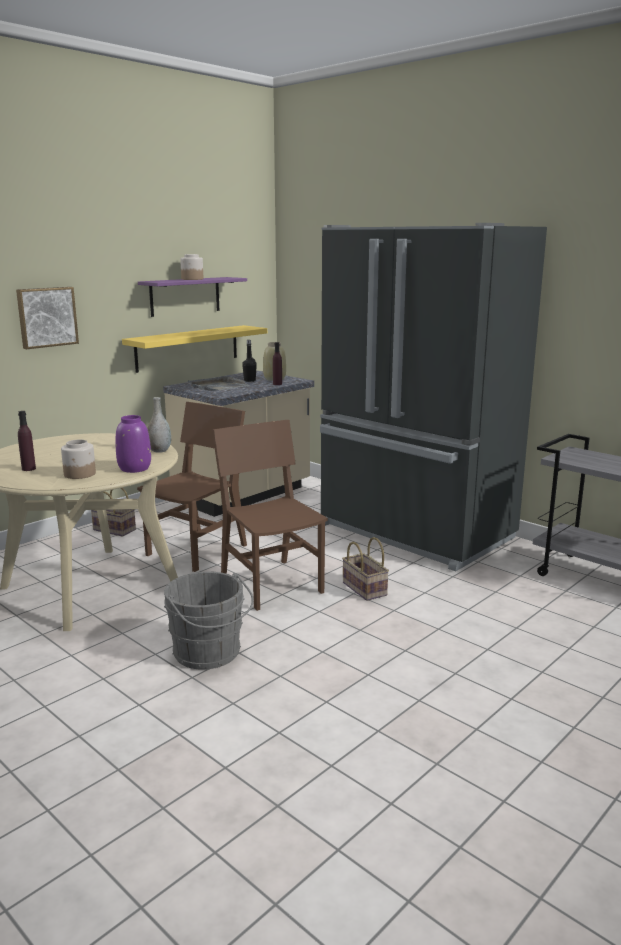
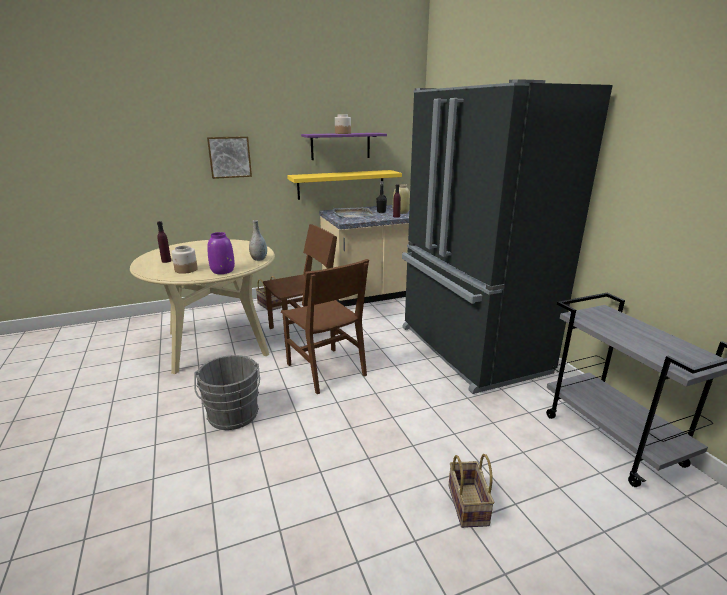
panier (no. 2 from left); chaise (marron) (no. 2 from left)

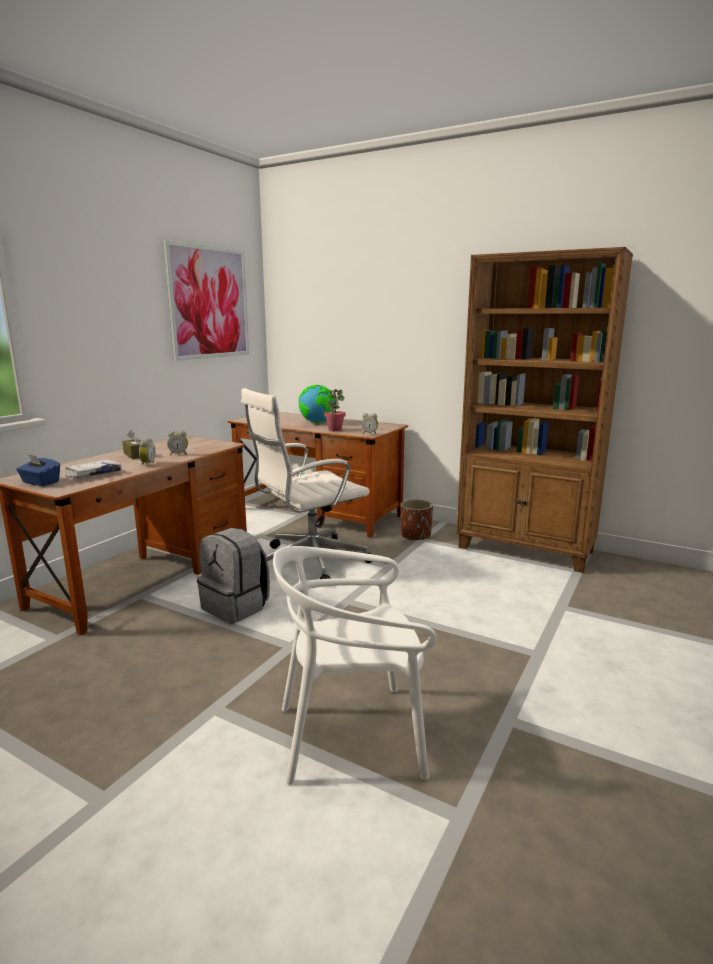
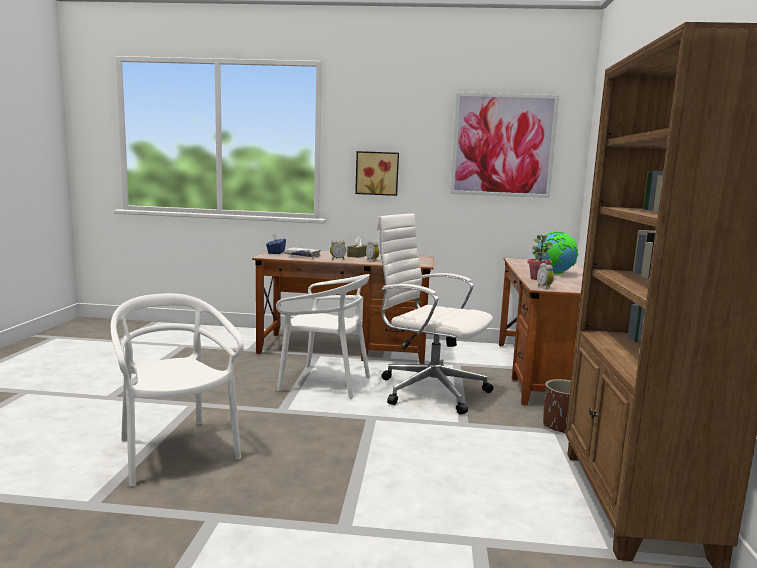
tableau (no. 1 from left); chaise (blanc) (no. 2 from left)

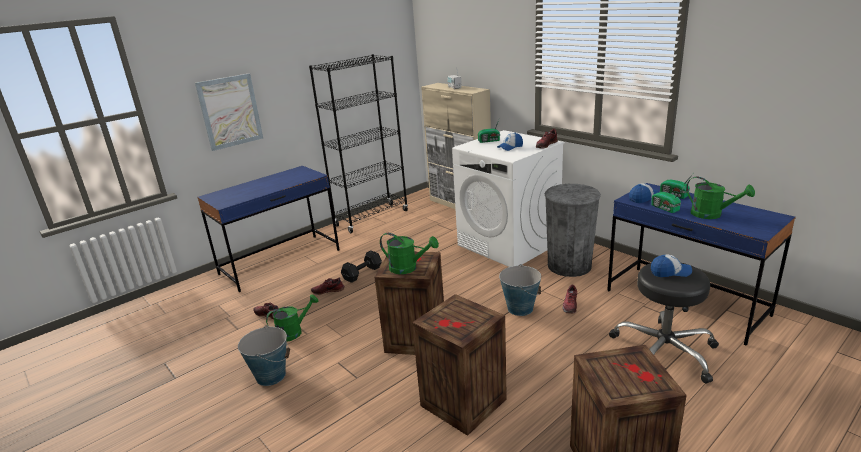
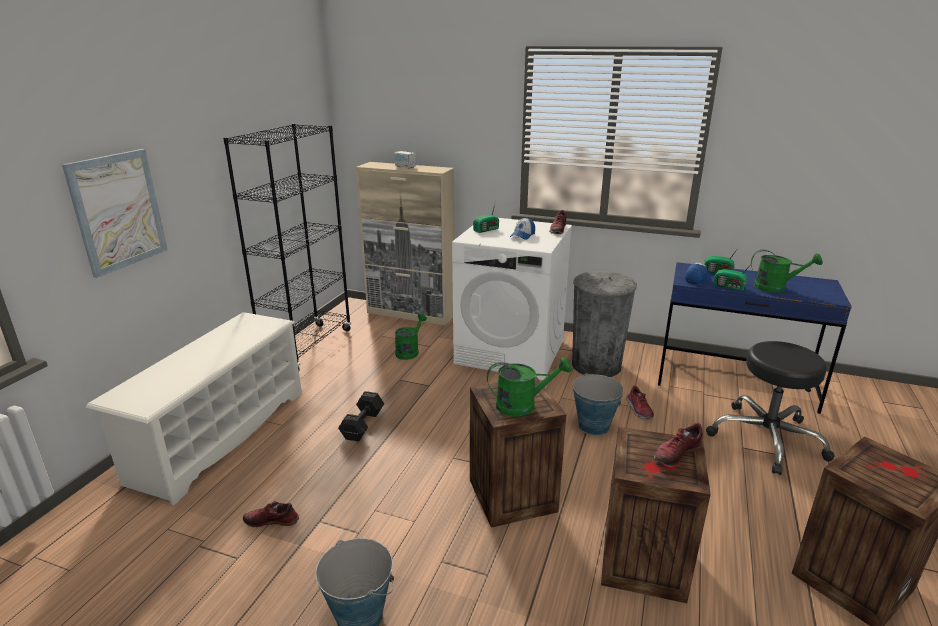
casquette (no. 3 from left in the first image); arrosoir (vert) (no. 1 from left); chaussure (no. 4 from left); étagère à chaussures (blanc)

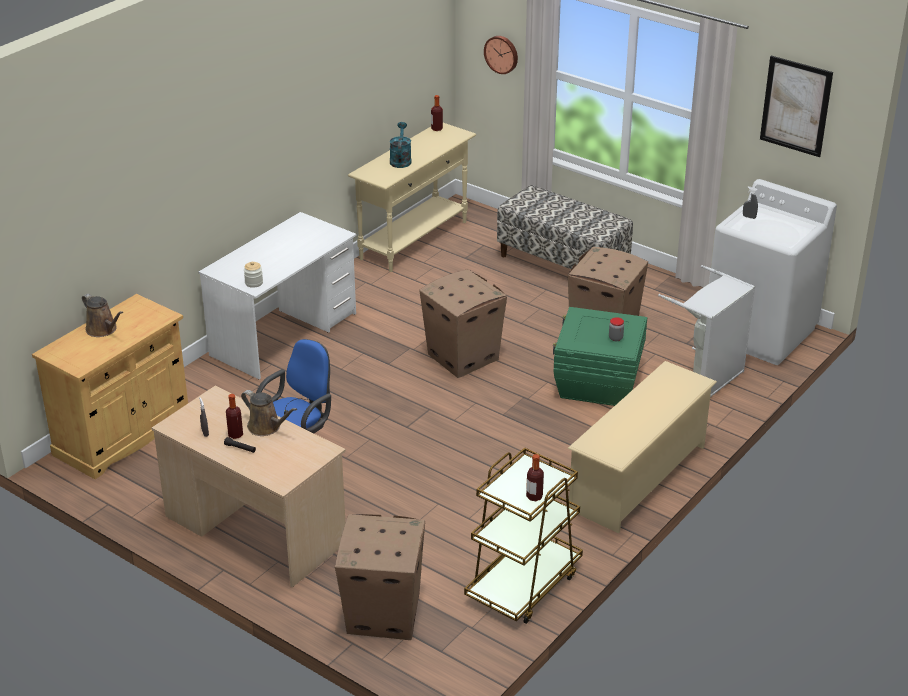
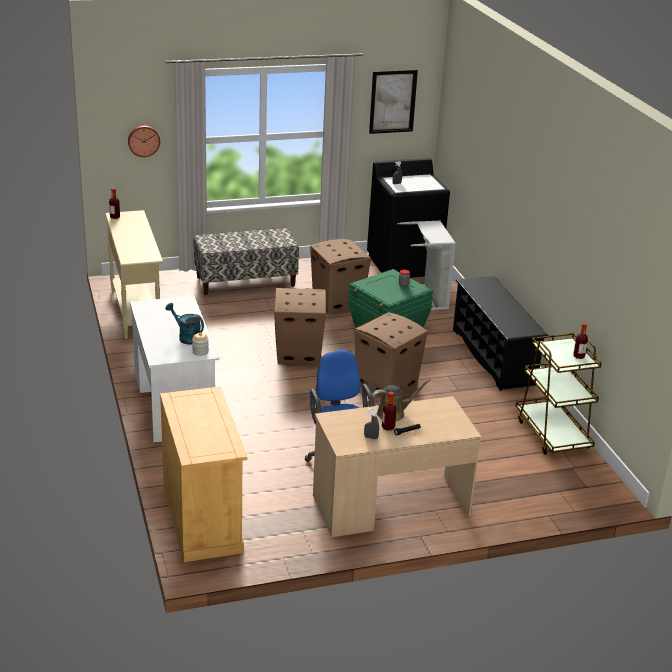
arrosoir (marron) (no. 1 from left in the first image); carton (no. 3 from left); arrosoir (turquoise); étagère à chaussures (noir); lave-linge (noir)

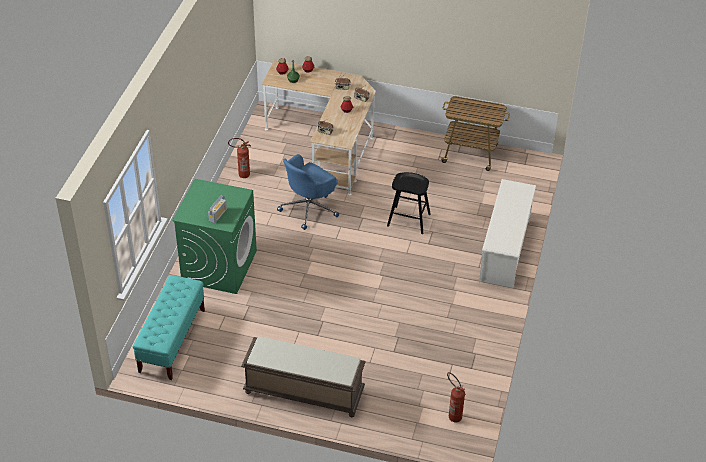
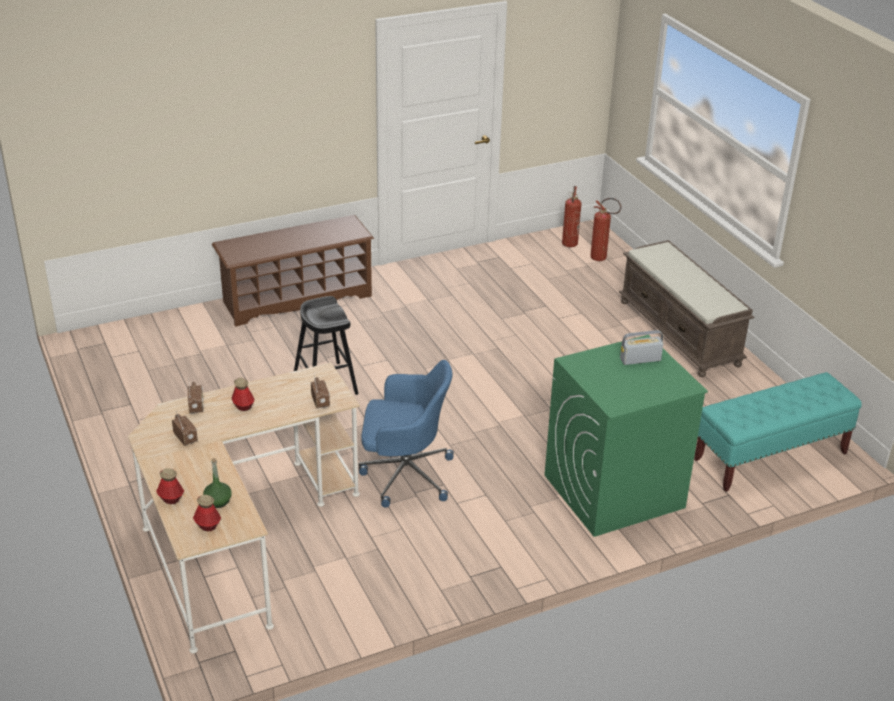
chariot; extincteur (no. 2 from left); étagère à chaussures (marron)

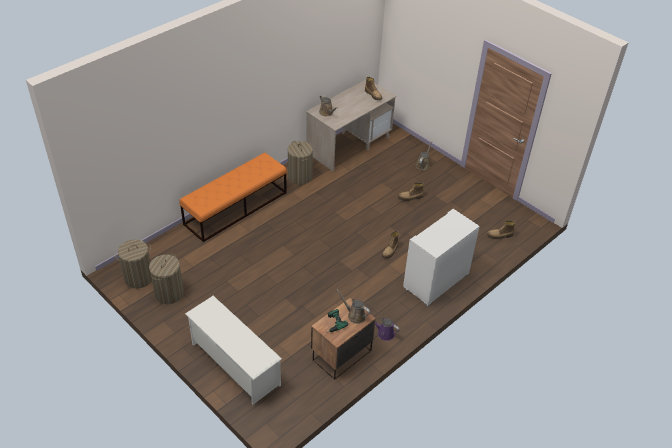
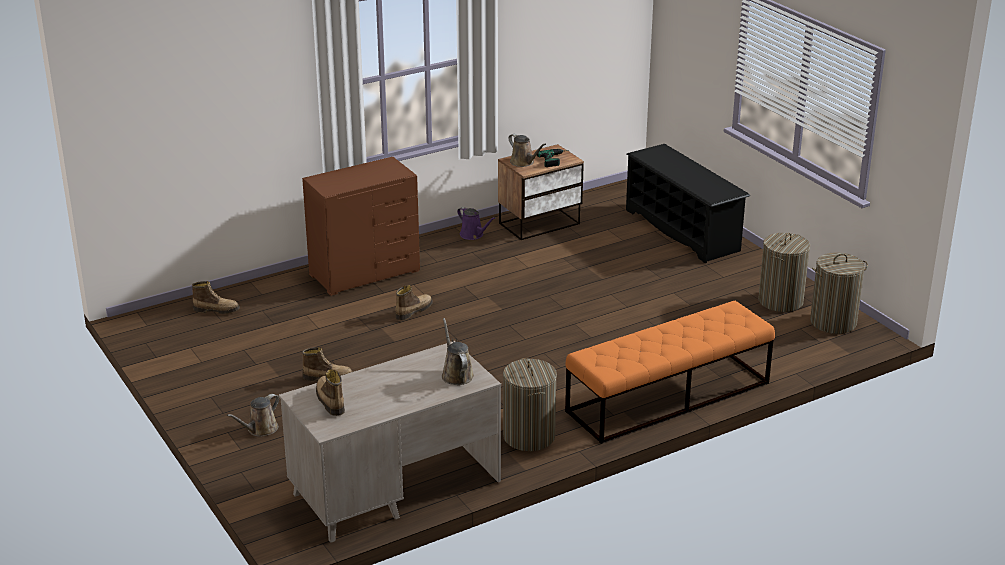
étagère à chaussures (noir); commode (marron)

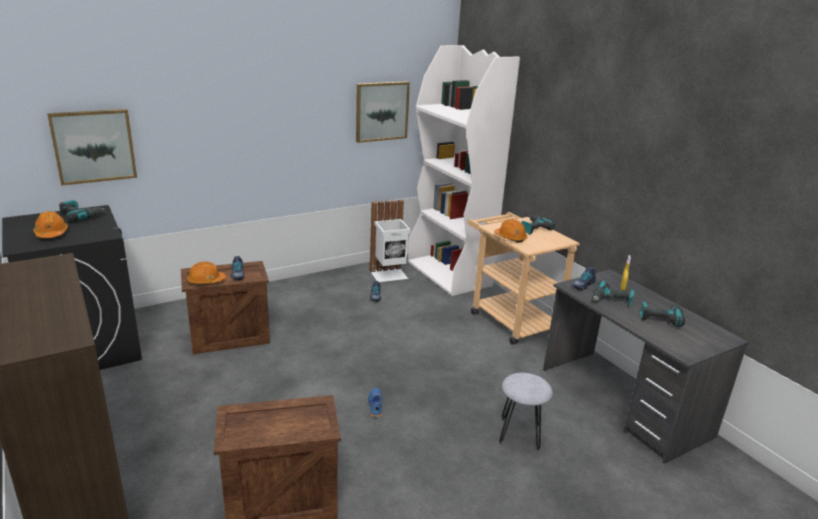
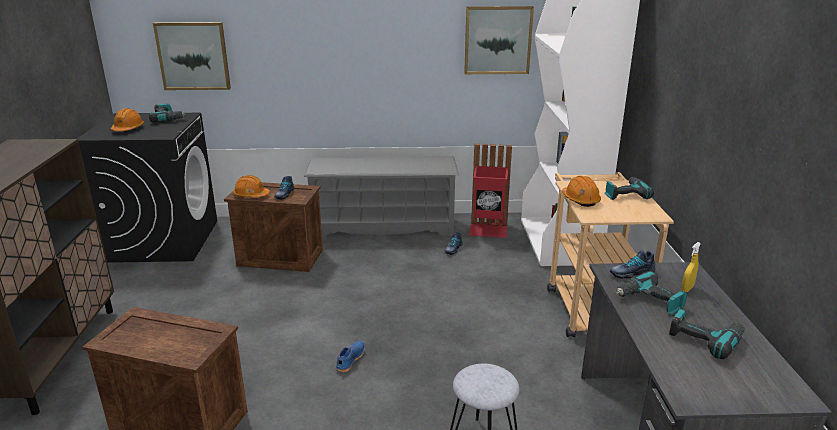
étagère à chaussures (gris); poubelle (rouge)

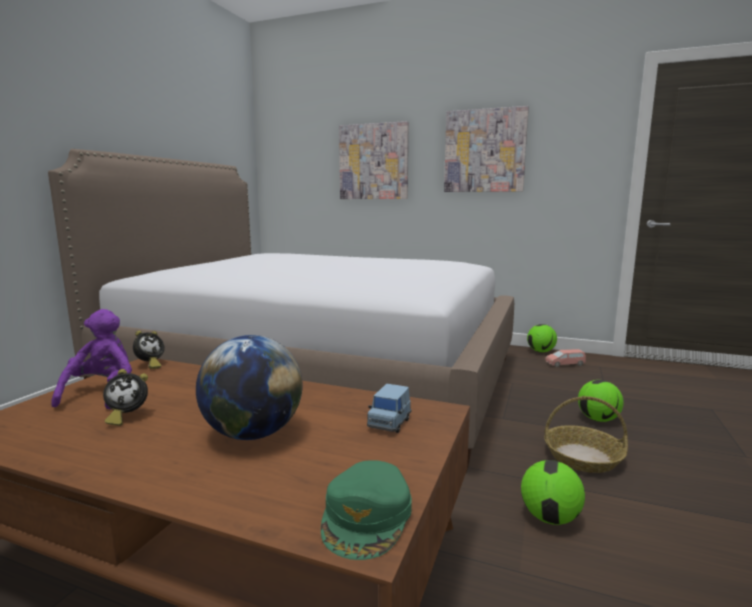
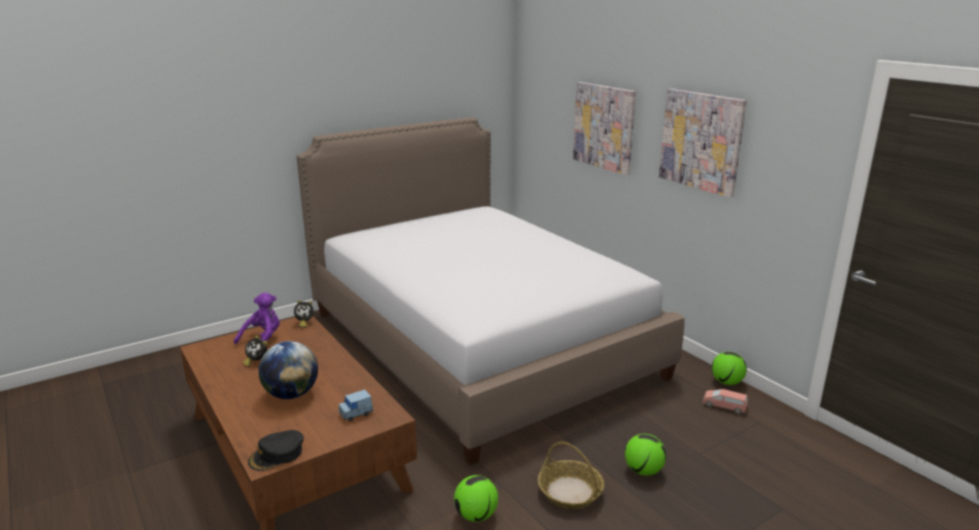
casquette (noir)

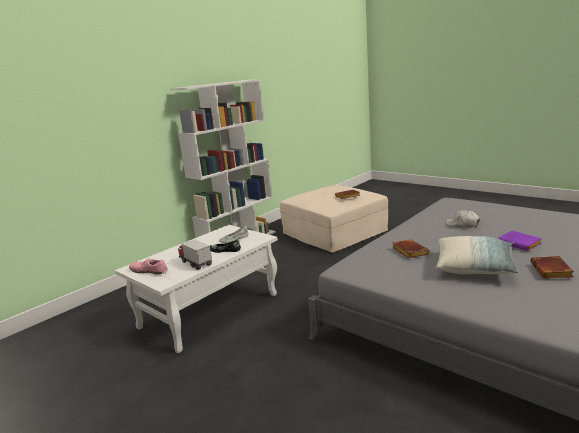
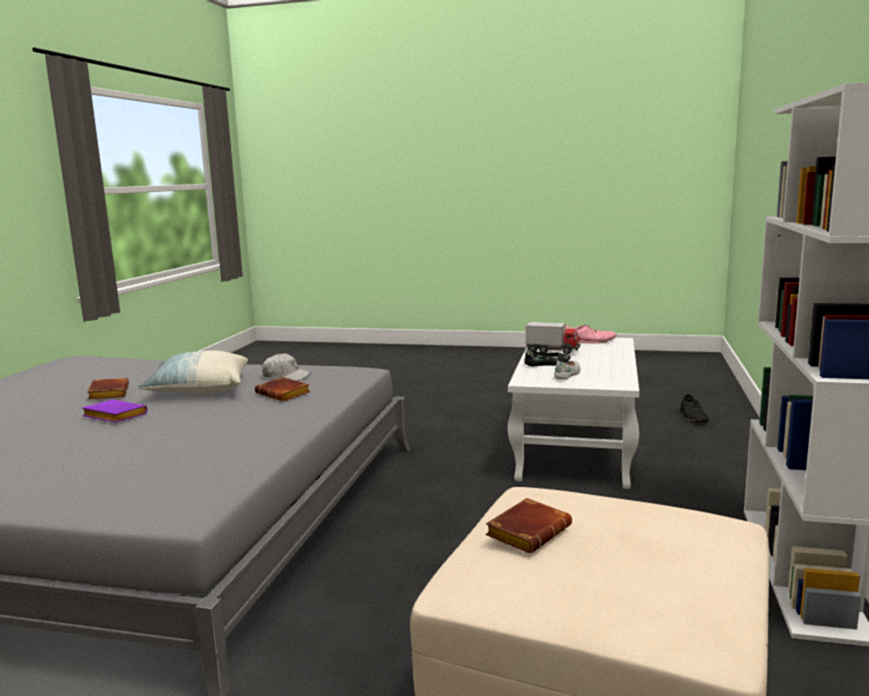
chaussure (noir) (no. 2 from left); casquette (blanc)

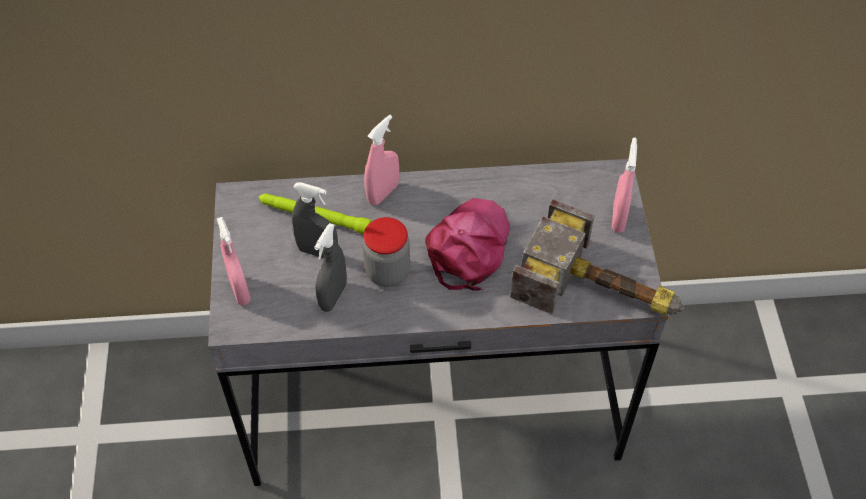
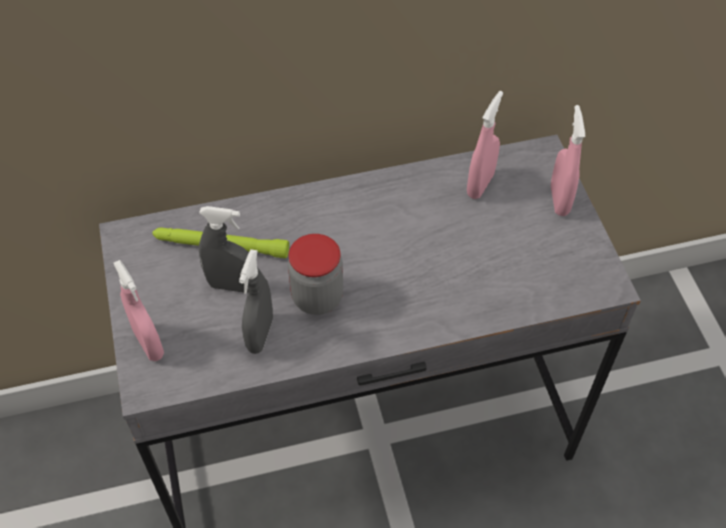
casquette (rose); marteau; vaporisateur (rose) (no. 2 from left)

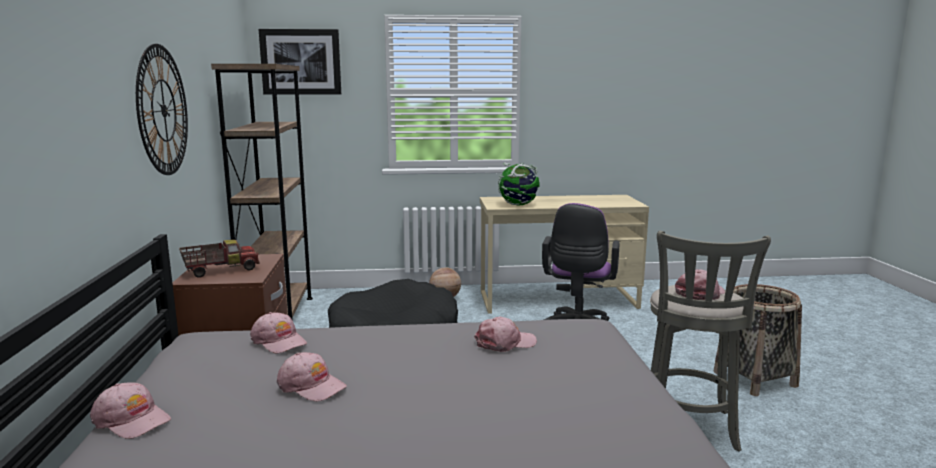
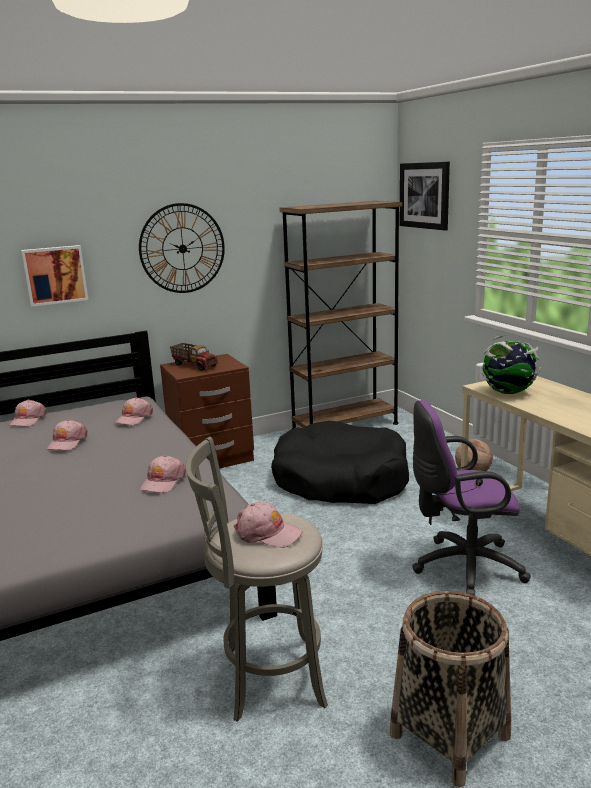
tableau (no. 1 from left); casquette (rose) (no. 4 from left)

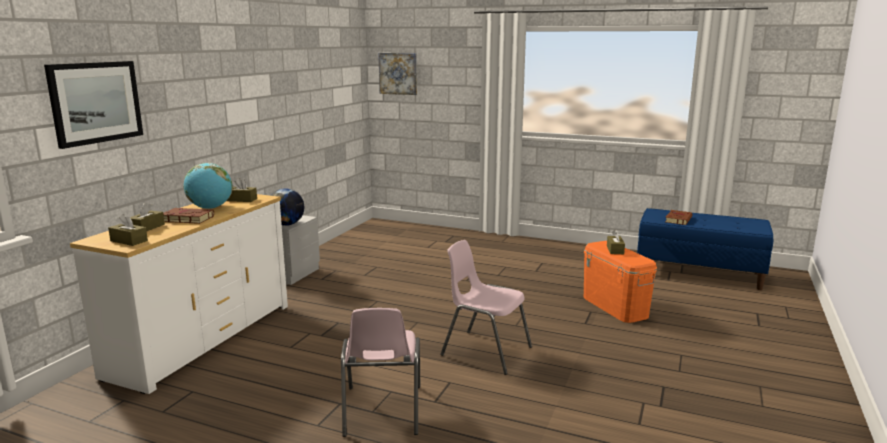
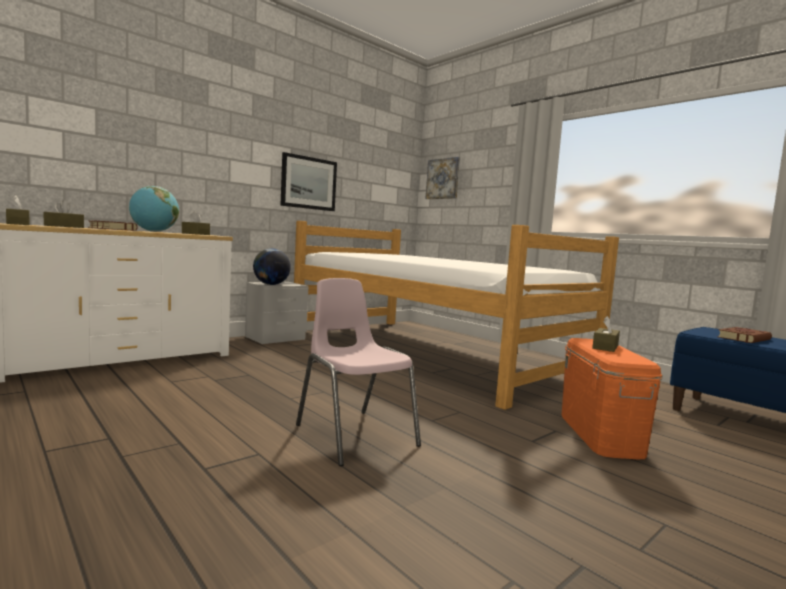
chaise (rose) (no. 1 from left in the first image); lit; tableau (no. 1 from left)

